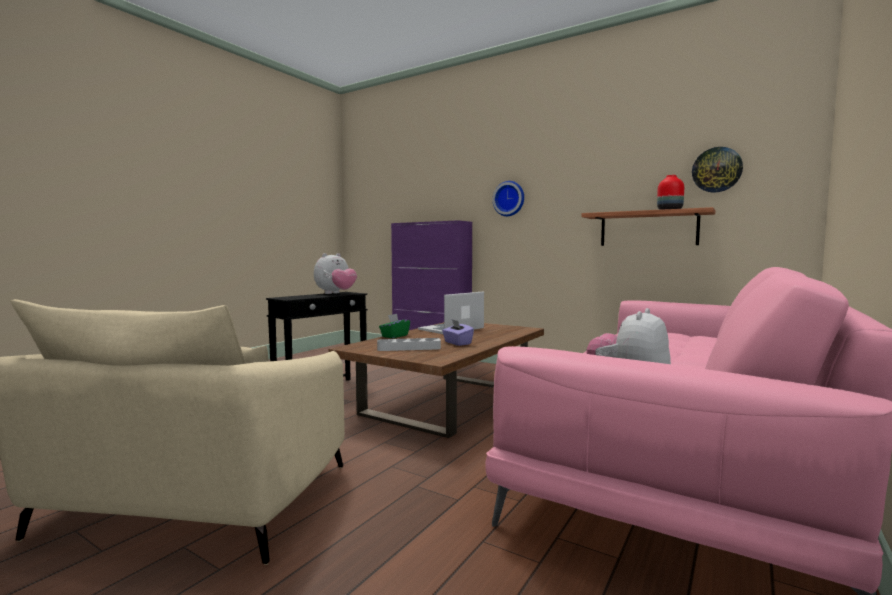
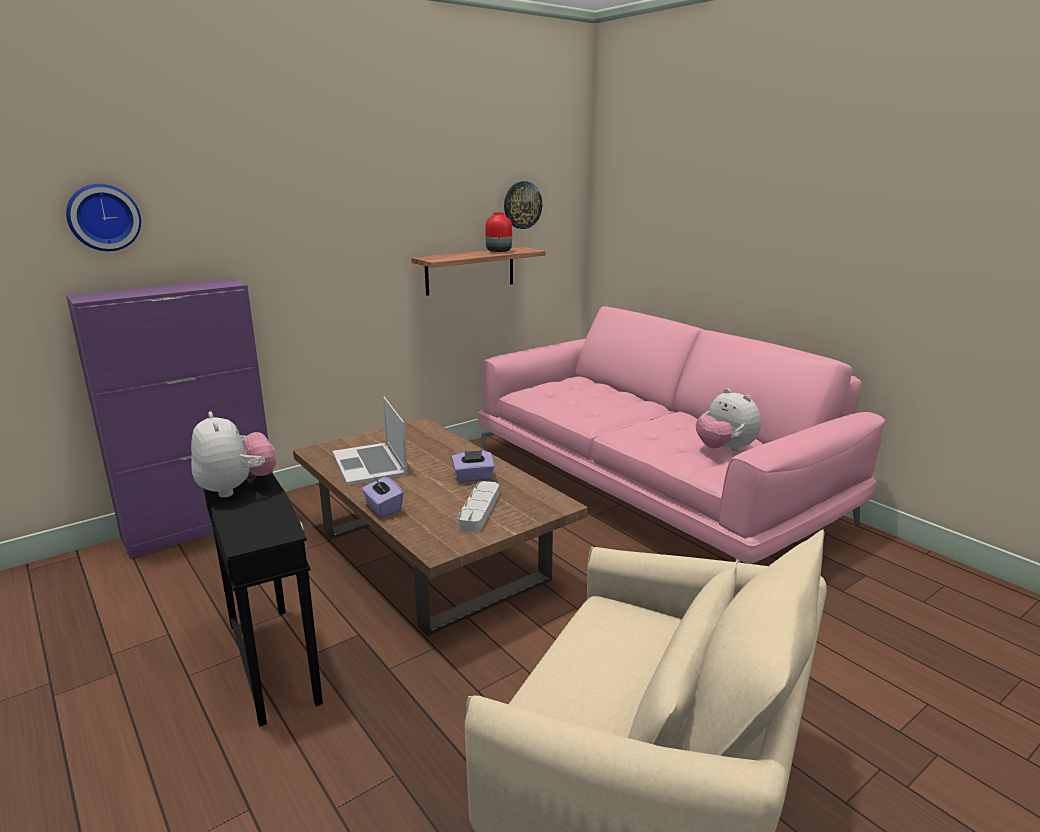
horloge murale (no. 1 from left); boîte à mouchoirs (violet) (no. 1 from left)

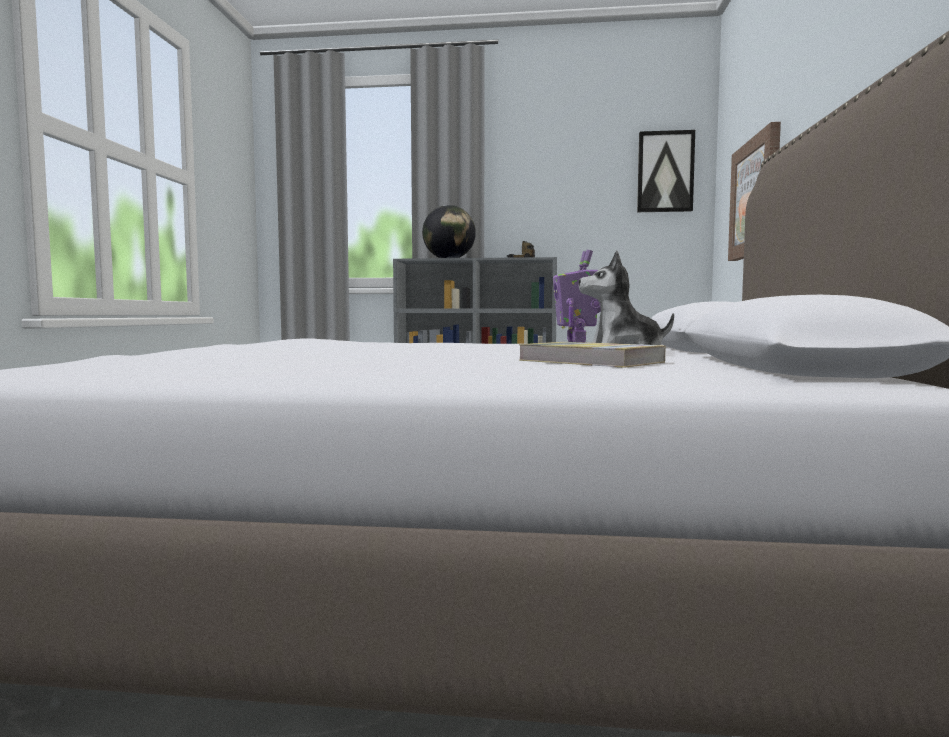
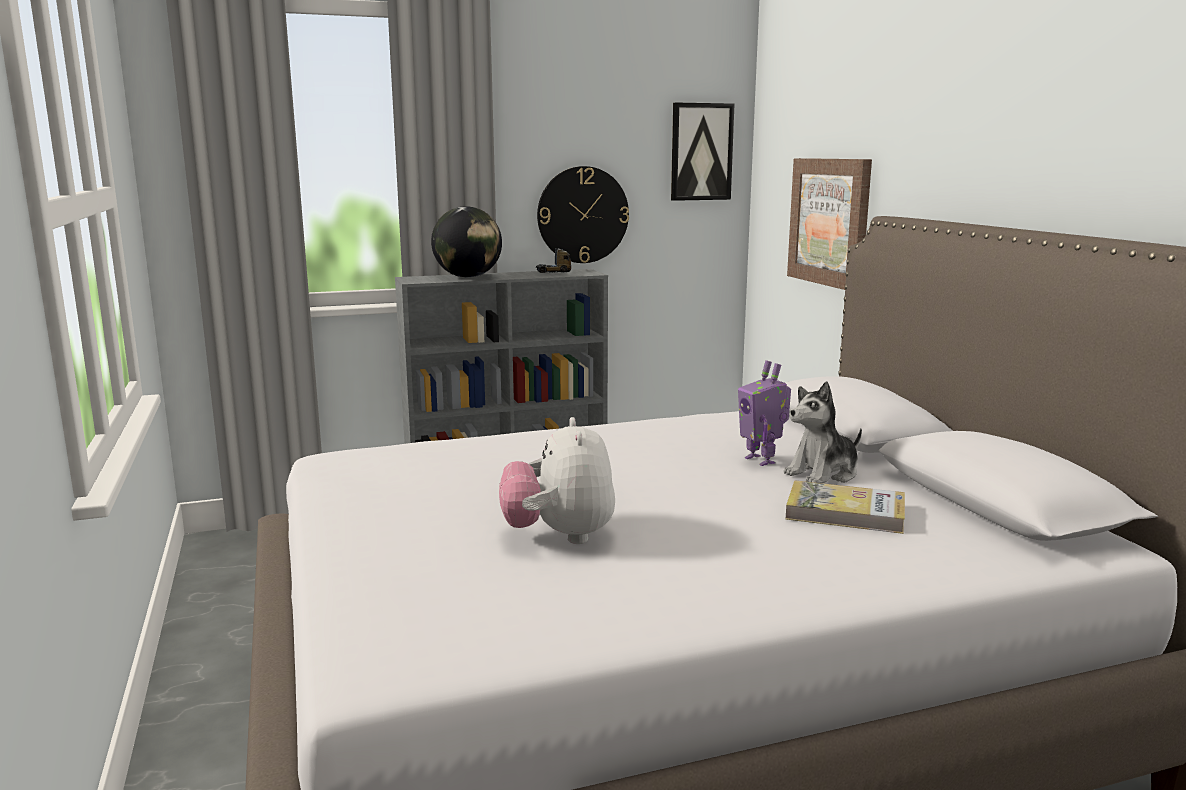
peluche (no. 1 from left); horloge murale

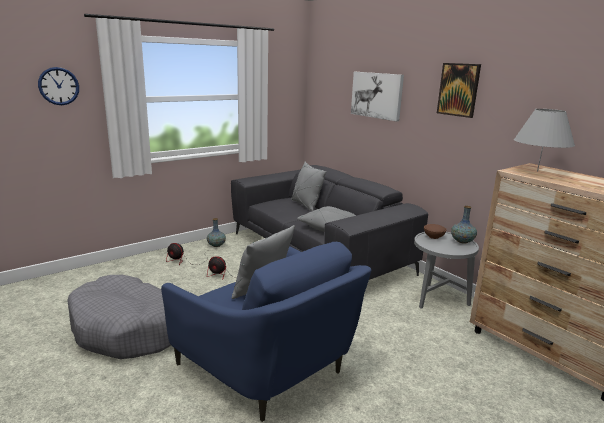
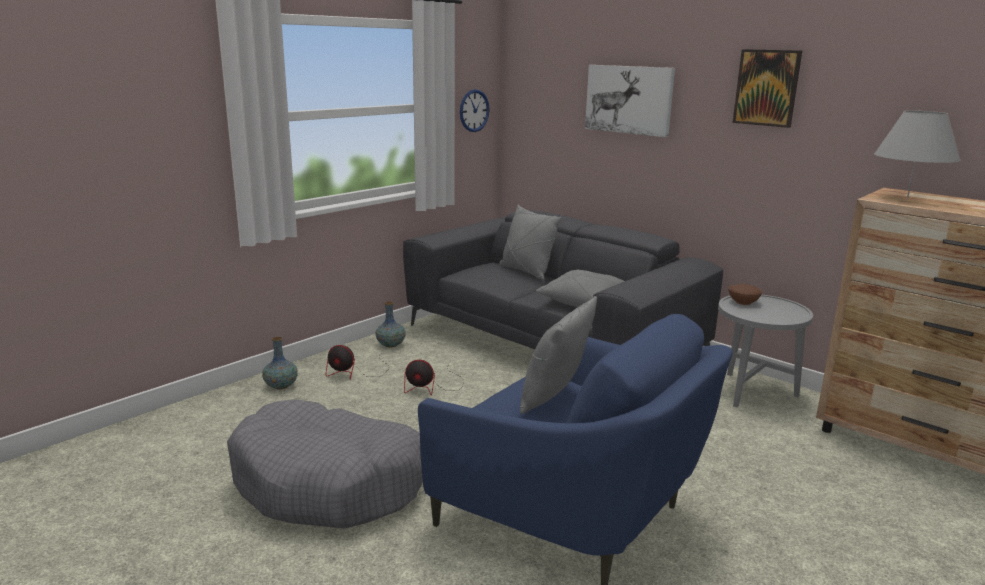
horloge murale; vase (no. 1 from left)

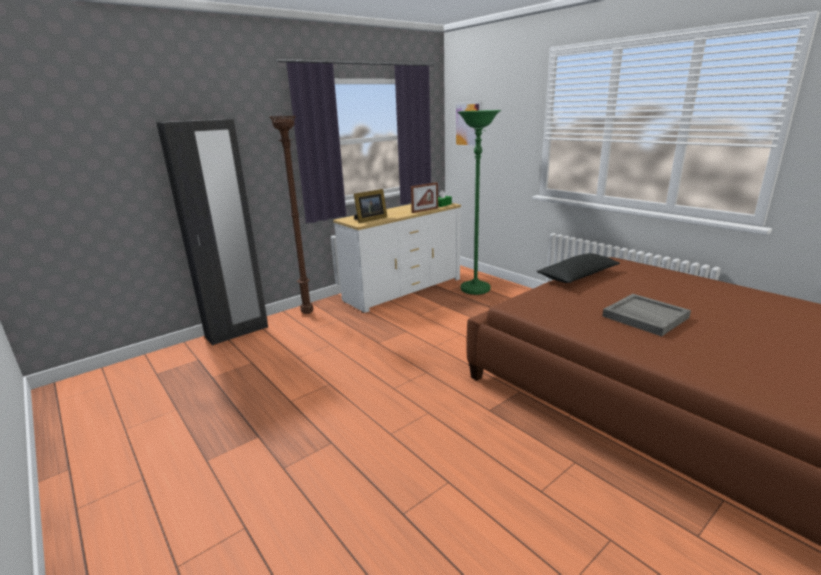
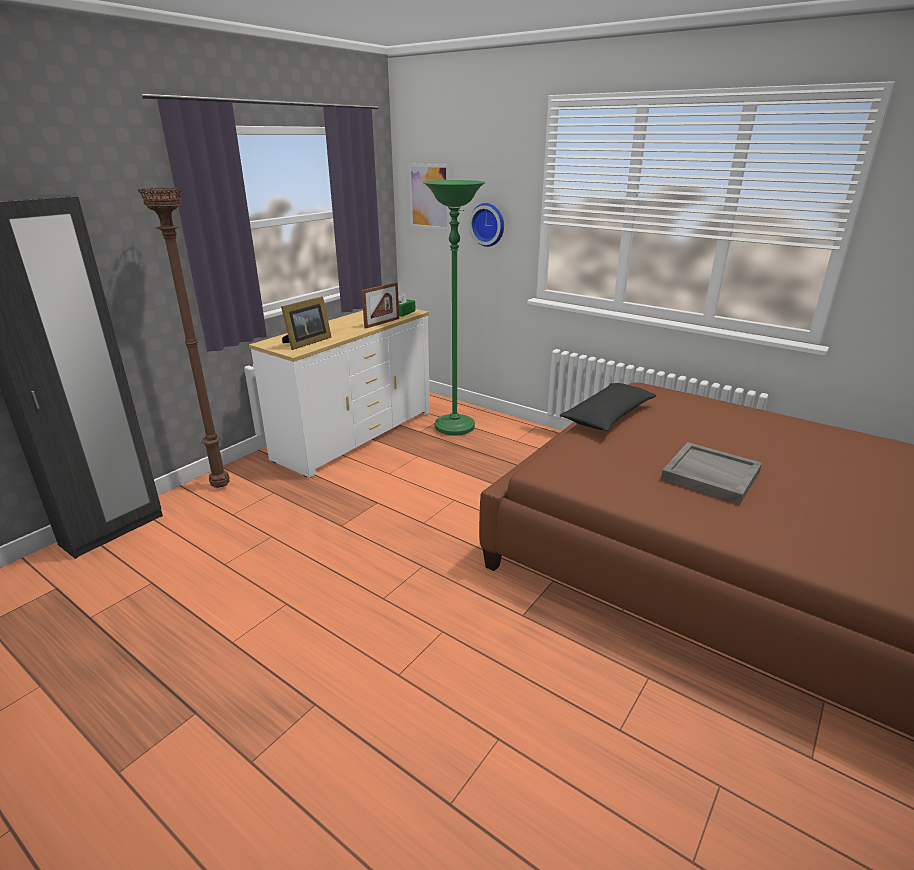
horloge murale

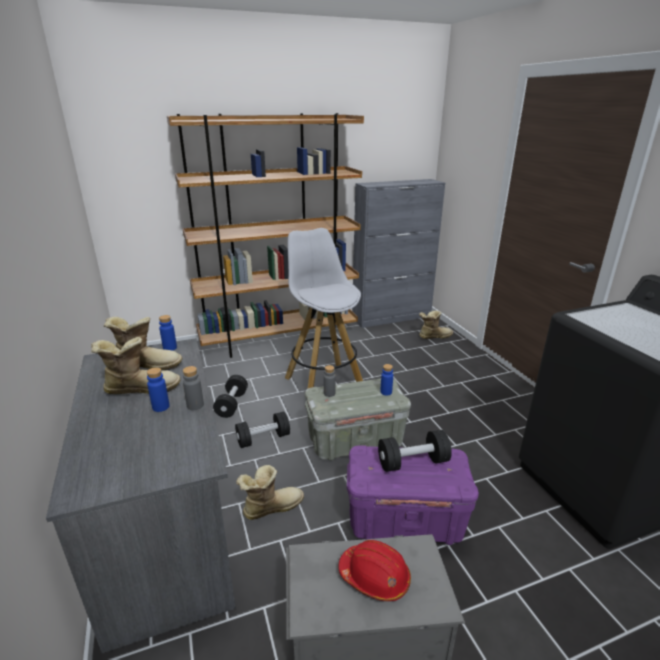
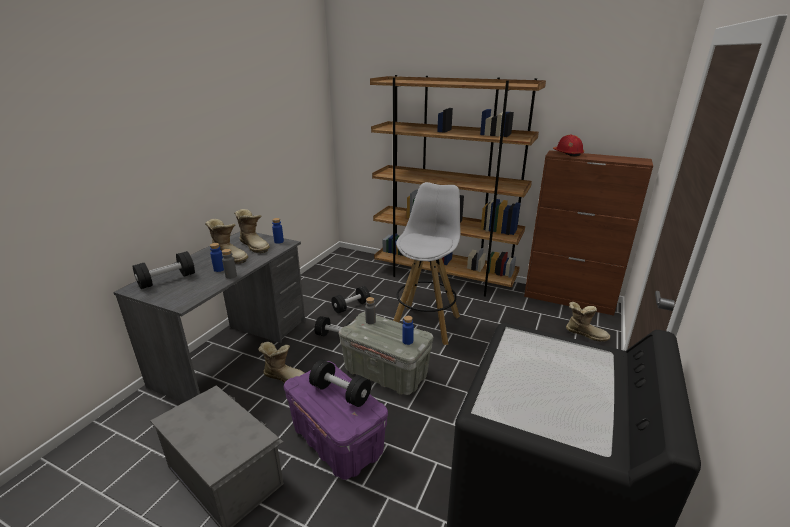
haltère (noir) (no. 1 from left); casque de chantier (rouge); meuble de rangement (marron)

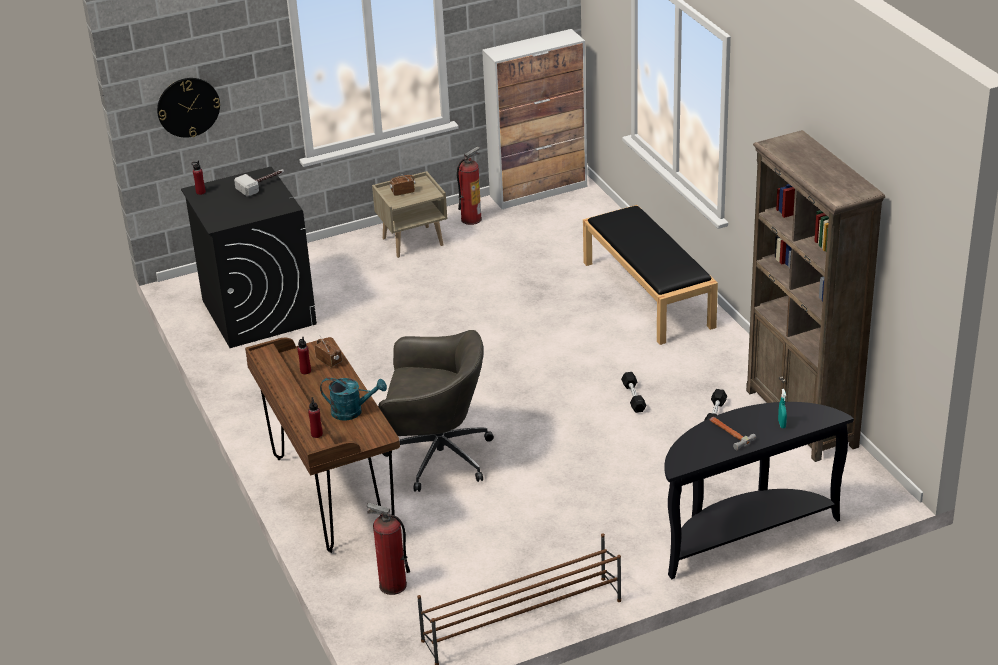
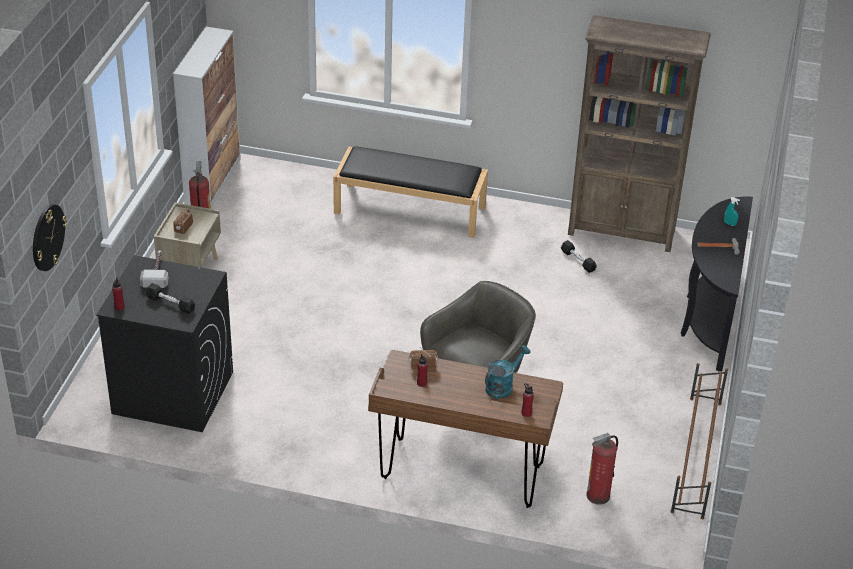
haltère (noir) (no. 1 from left)

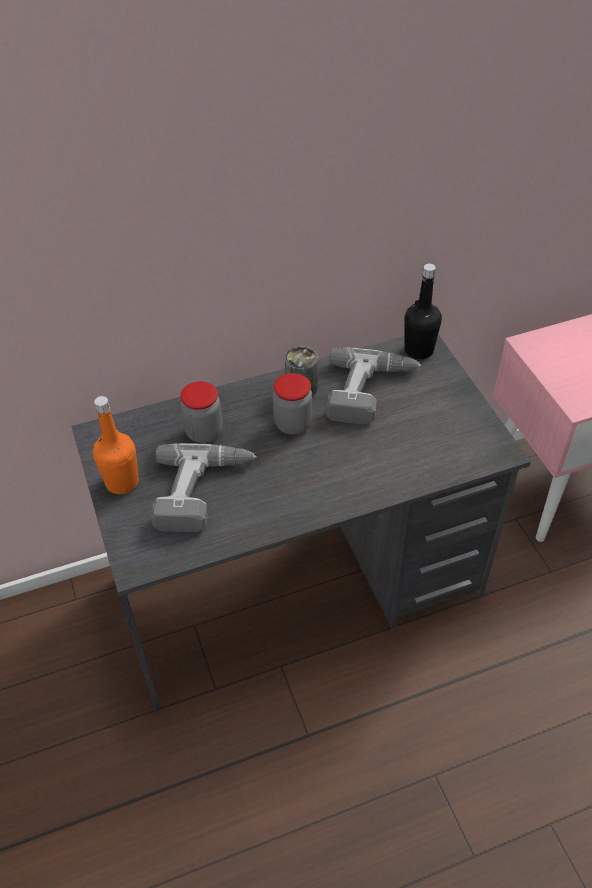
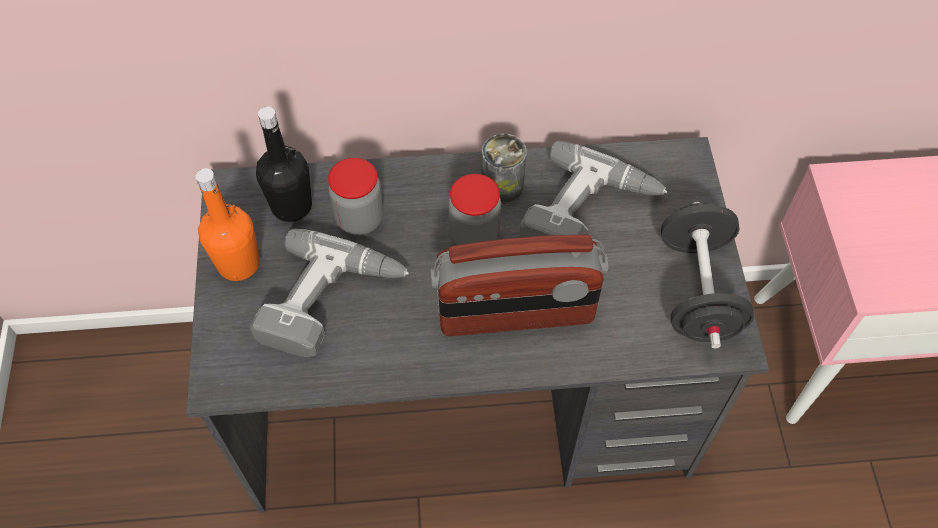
radio; haltère (noir); bouteille (noir)

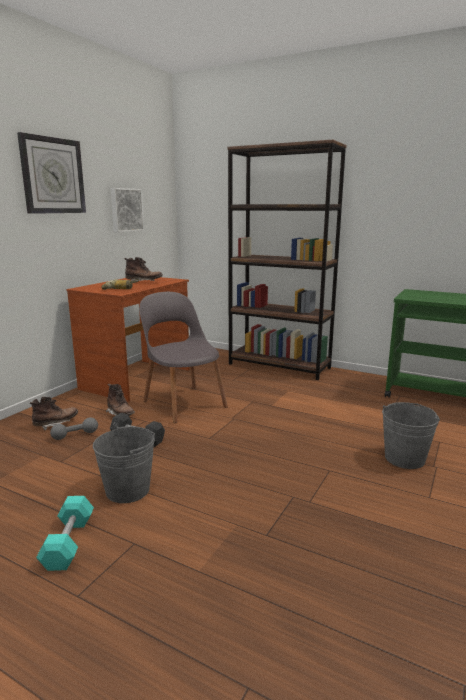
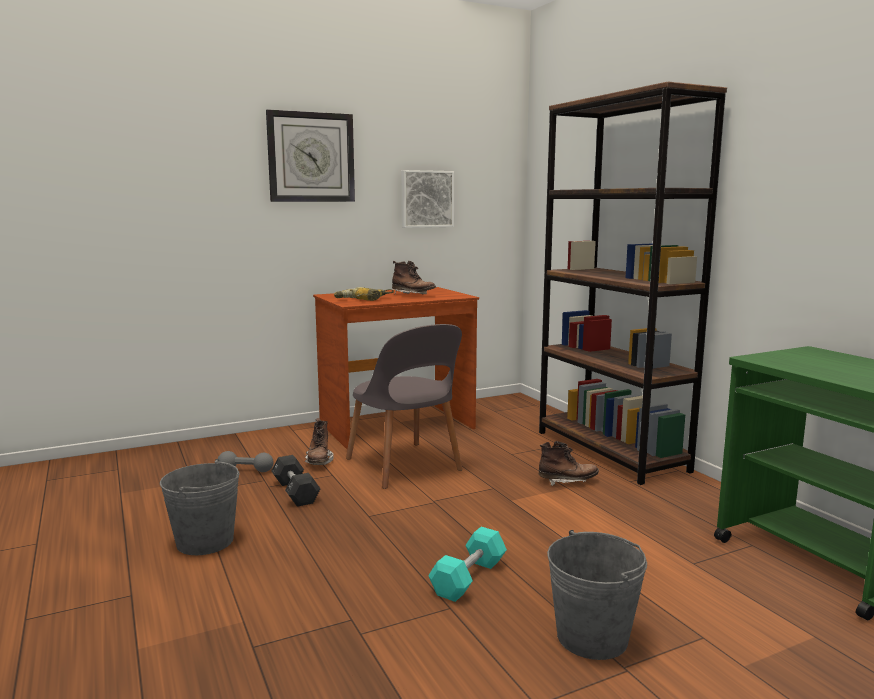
botte (marron) (no. 3 from left); haltère (turquoise); chaise (gris)

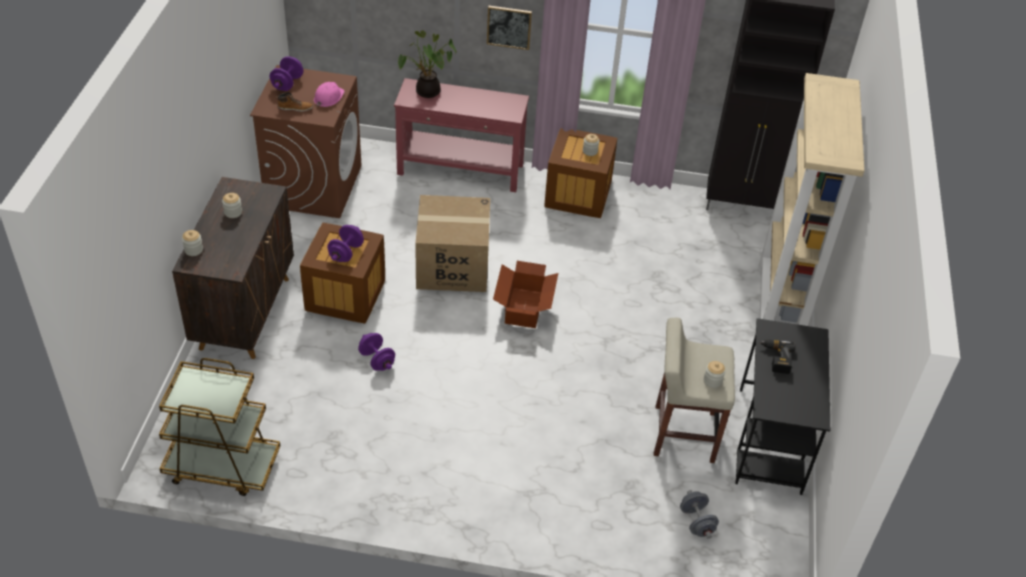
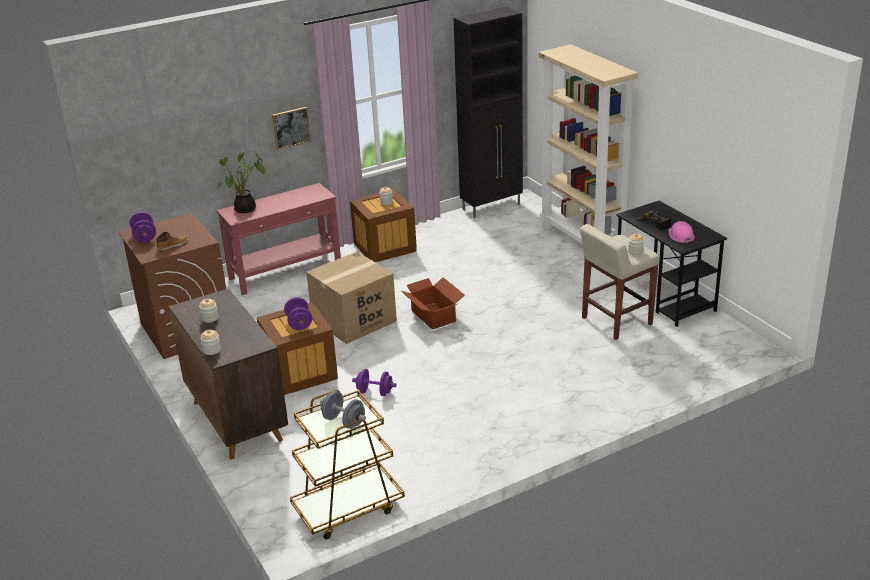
casque de chantier (rose); haltère (gris)

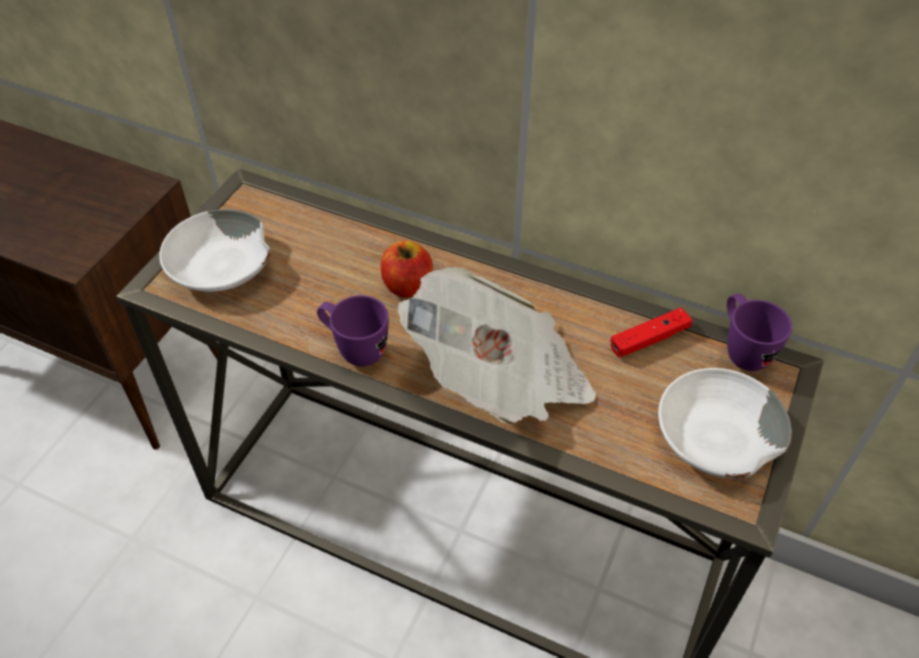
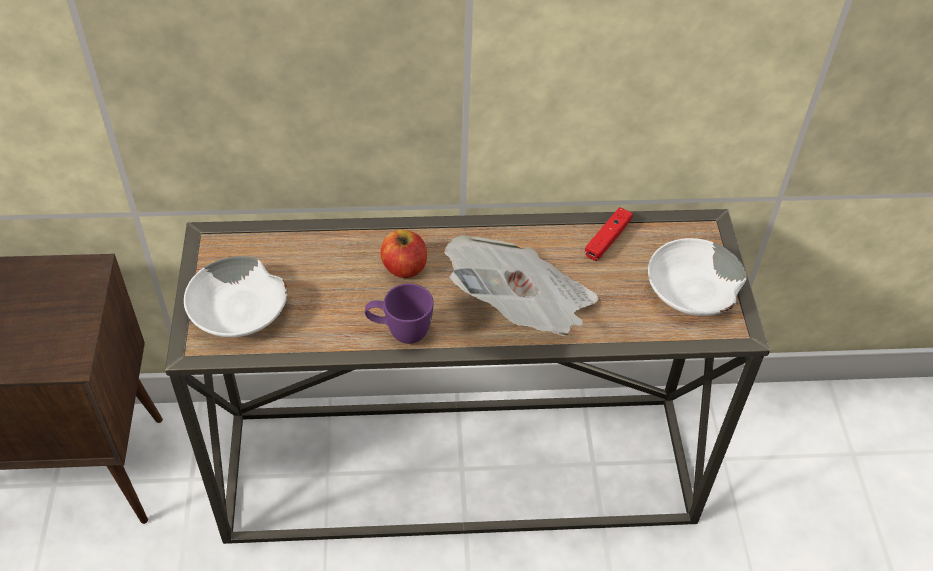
mug (violet) (no. 2 from left in the first image)

